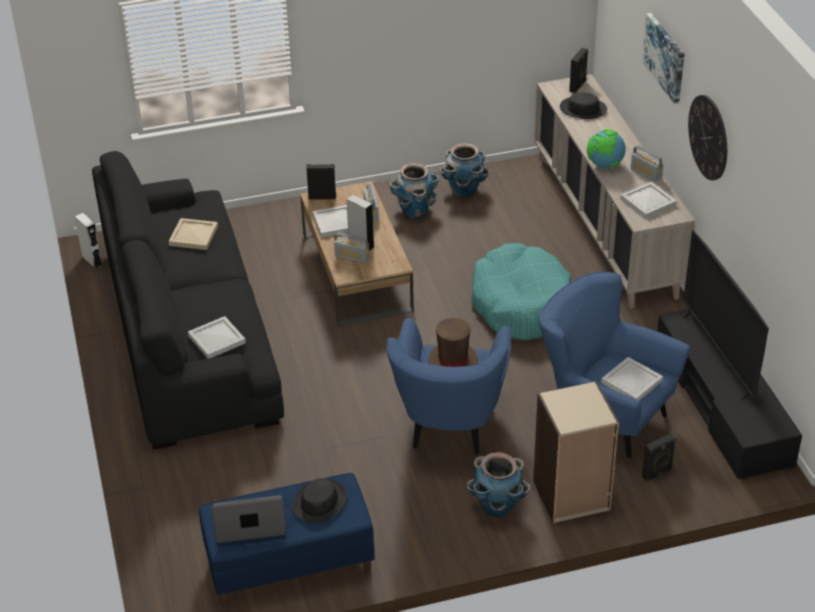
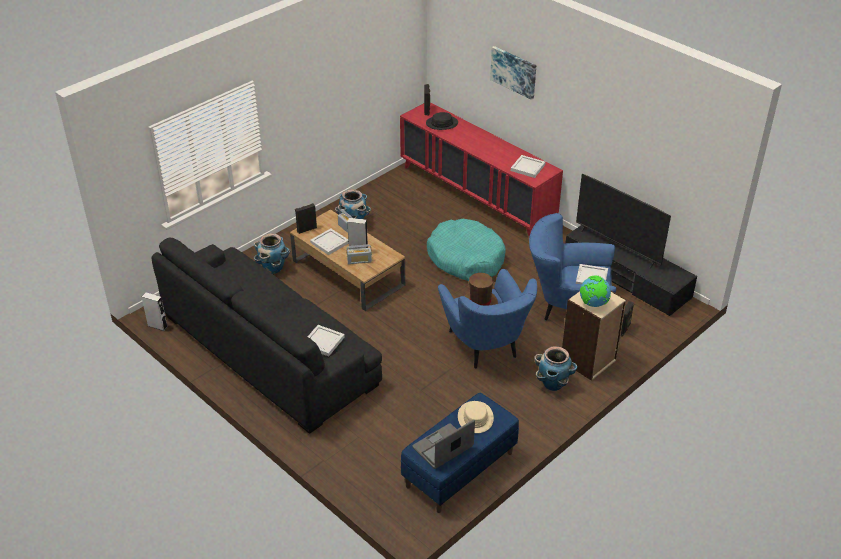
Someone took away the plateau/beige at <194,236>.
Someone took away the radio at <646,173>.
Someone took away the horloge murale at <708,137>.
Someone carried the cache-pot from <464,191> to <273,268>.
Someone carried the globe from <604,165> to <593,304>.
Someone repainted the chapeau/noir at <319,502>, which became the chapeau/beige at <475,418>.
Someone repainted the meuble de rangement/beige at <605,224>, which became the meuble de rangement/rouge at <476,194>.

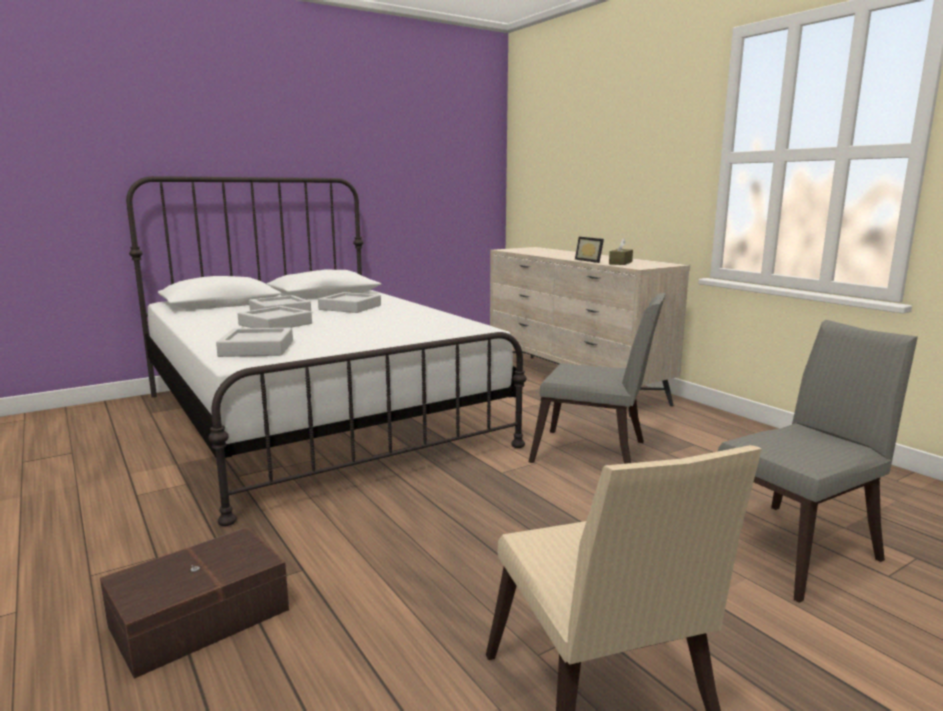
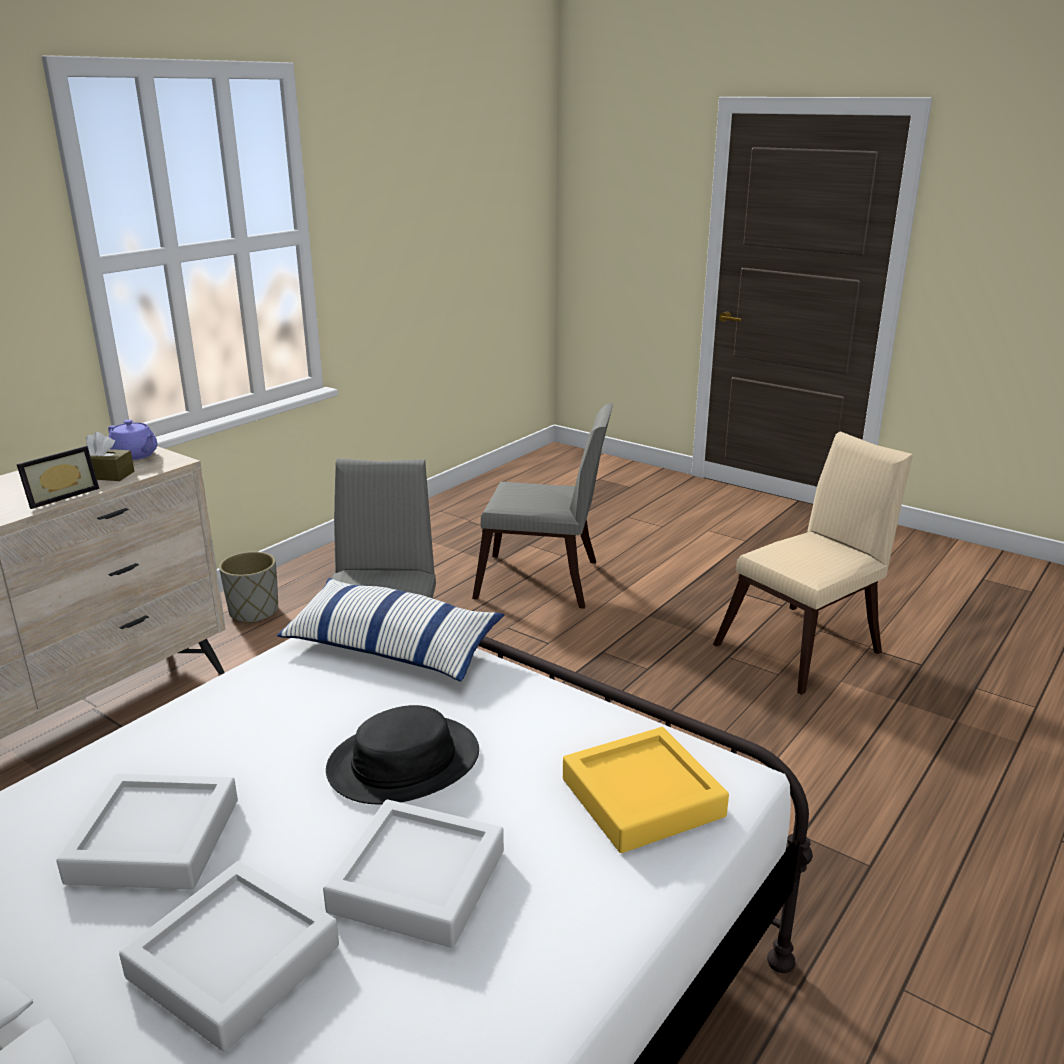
Someone took away the boîte de rangement/marron at <197,617>.
Someone put down the théière/violet at <135,455>.
Someone put down the cache-pot/gris at <254,612>.
Someone put down the coussin at <391,647>.
Someone put down the chapeau/noir at <403,762>.
Someone repainted the plateau/gris at <257,349>, which became the plateau/jaune at <642,797>.
Someone rotated the chaise/gris at <795,548> by 150 degrees clockwise.

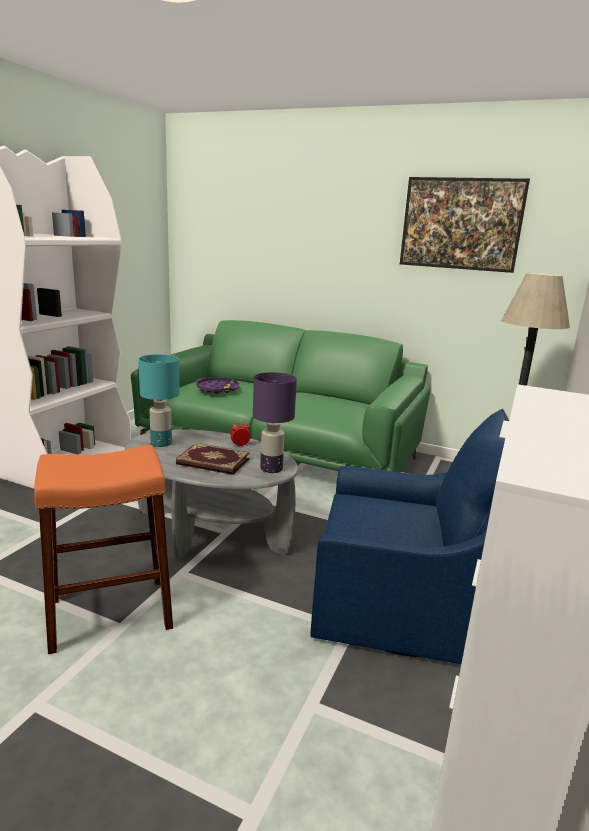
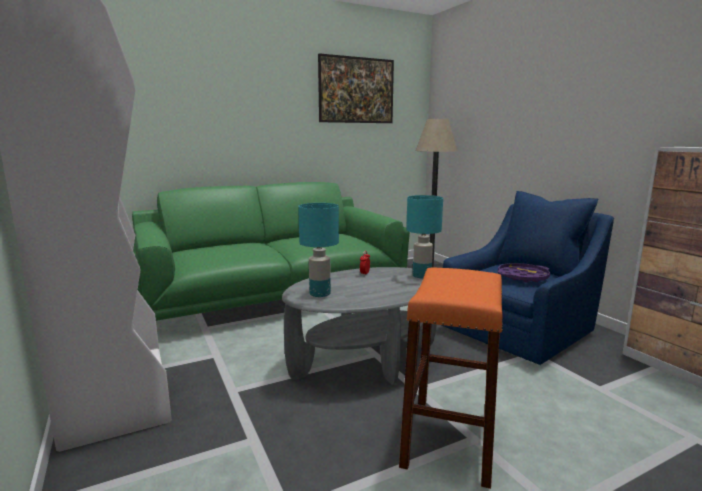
Someone took away the livre at <213,462>.
Someone carried the plateau/violet from <217,389> to <522,277>.
Someone repainted the lampe de table/violet at <270,468>, which became the lampe de table/turquoise at <421,276>.

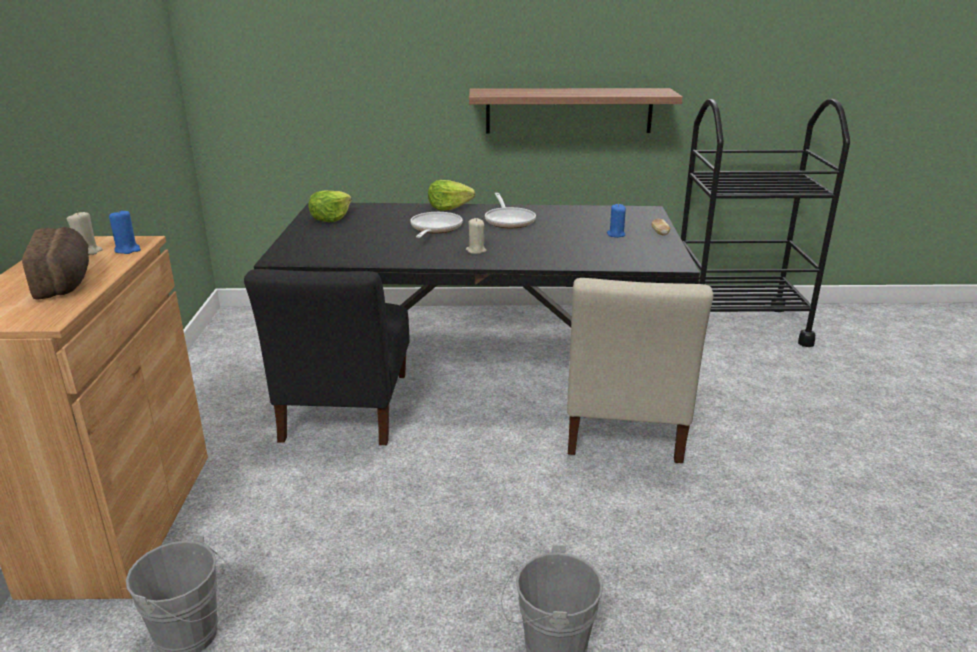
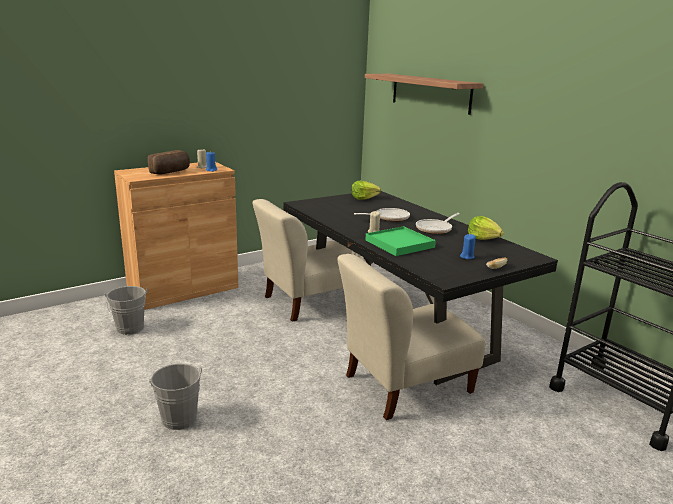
Someone put down the plateau/vert at <399,244>.
Someone carried the laitue from <449,207> to <483,238>.
Someone carried the étagère from <569,110> to <430,93>.
Someone repainted the chaise/noir at <345,411>, which became the chaise/beige at <308,301>.

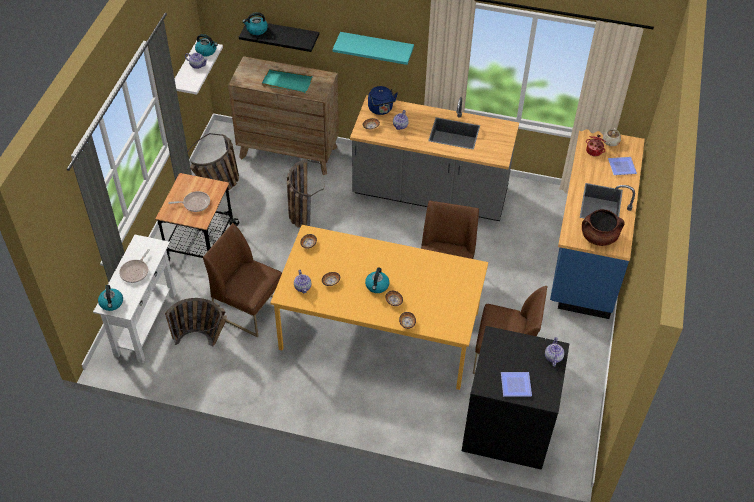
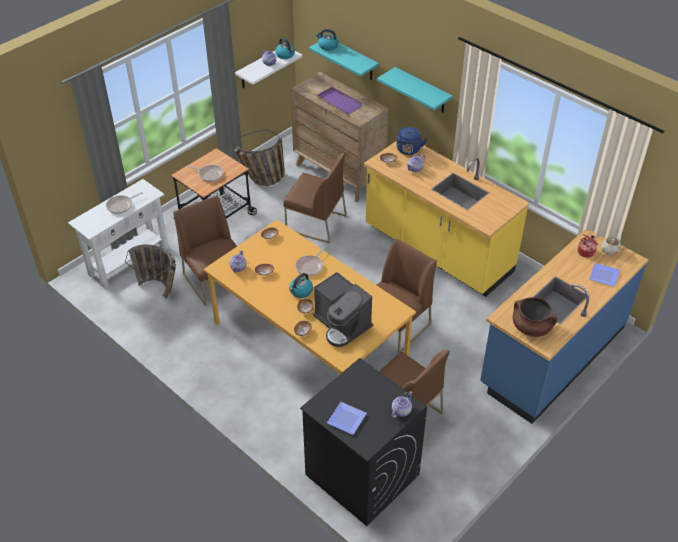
Someone took away the bouilloire at <111,303>.
Someone put down the poêle at <310,266>.
Someone put down the machine à café at <342,325>.
Someone swapped the panier at <302,211> for the chaise/marron at <315,223>.
Someone repainted the étagère/noir at <284,35>, which became the étagère/turquoise at <352,59>.
Someone repainted the plateau/turquoise at <286,83>, which became the plateau/violet at <339,102>.
Someone repainted the comptoir de cuisine/gris at <430,194>, which became the comptoir de cuisine/jaune at <437,250>.

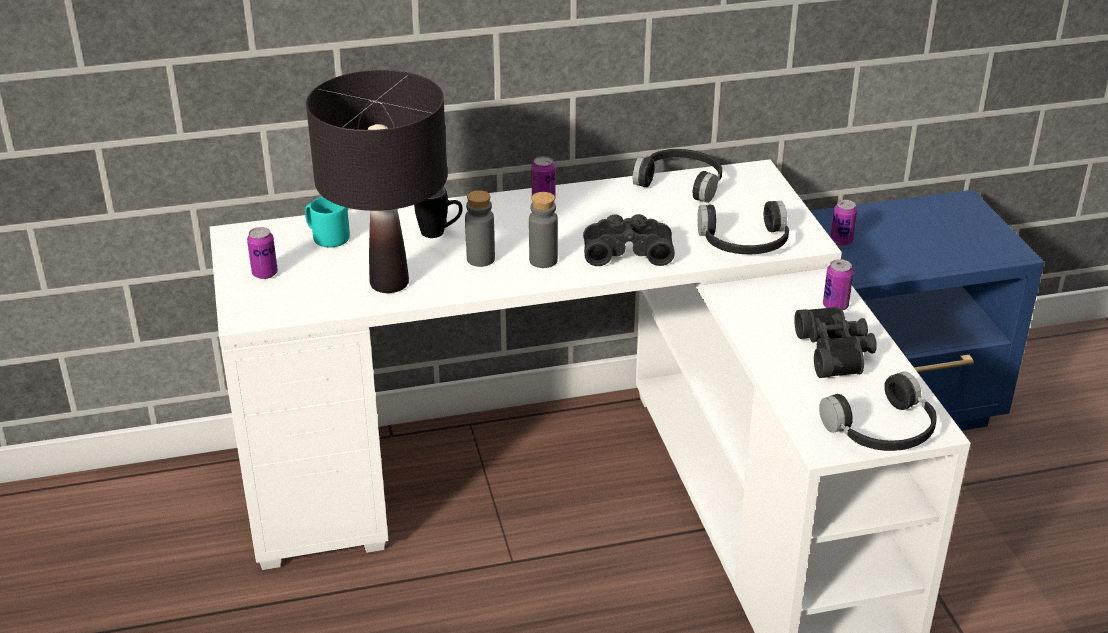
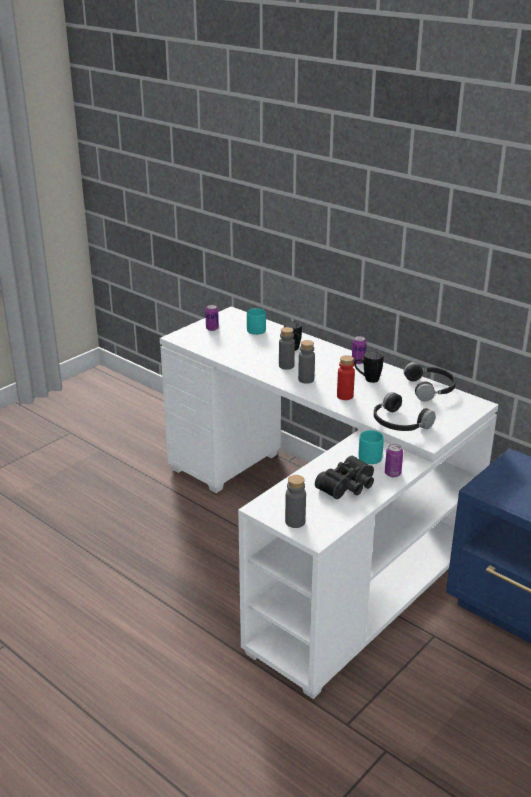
Someone took away the lampe de table/noir at <389,283>.
Someone took away the boîte métallique at <841,241>.
Someone put down the mug/noir at <367,379>.
Someone put down the mug/turquoise at <368,456>.
Someone swapped the jumelles/noir at <627,250> for the bouteille/rouge at <345,396>.
Someone swapped the casque audio/noir at <883,431> for the bouteille/gris at <295,522>.

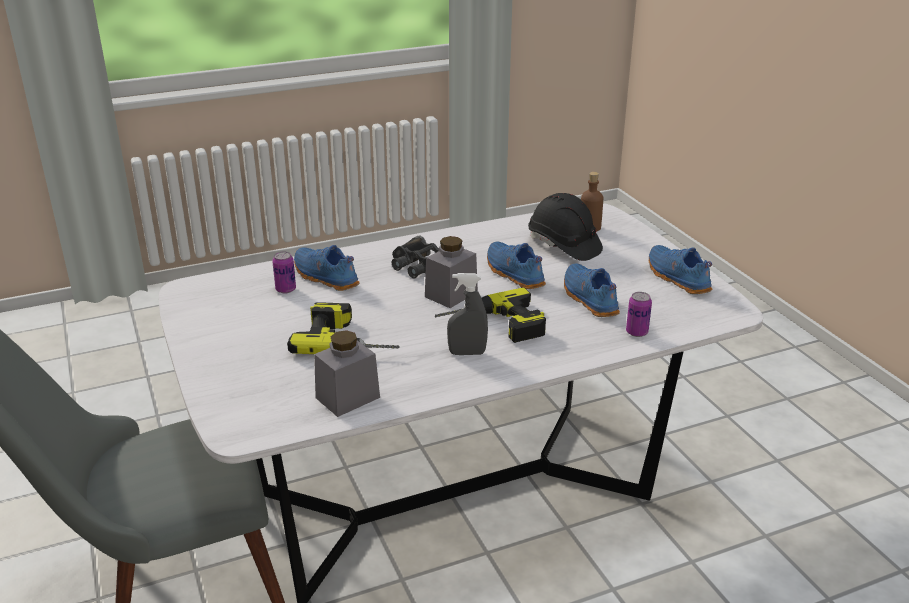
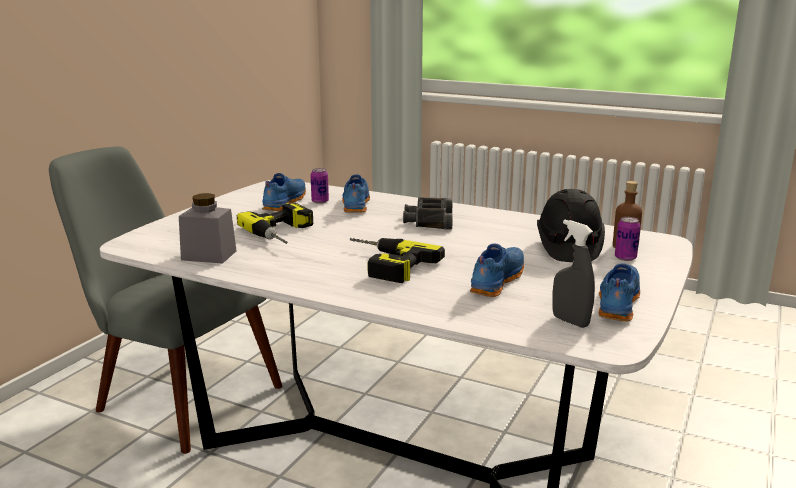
Someone took away the bocal/gris at <451,294>.
Someone carried the vaporisateur/gris from <467,353> to <570,321>.
Someone carried the chaussure/bleu from <513,274> to <283,203>.
Someone carried the boîte métallique from <636,332> to <625,258>.

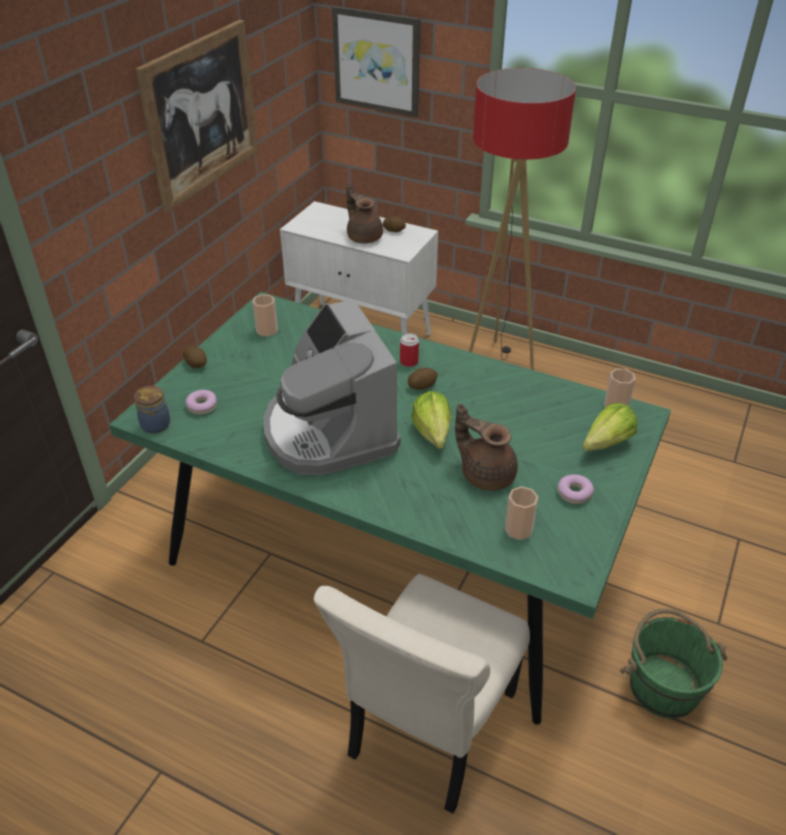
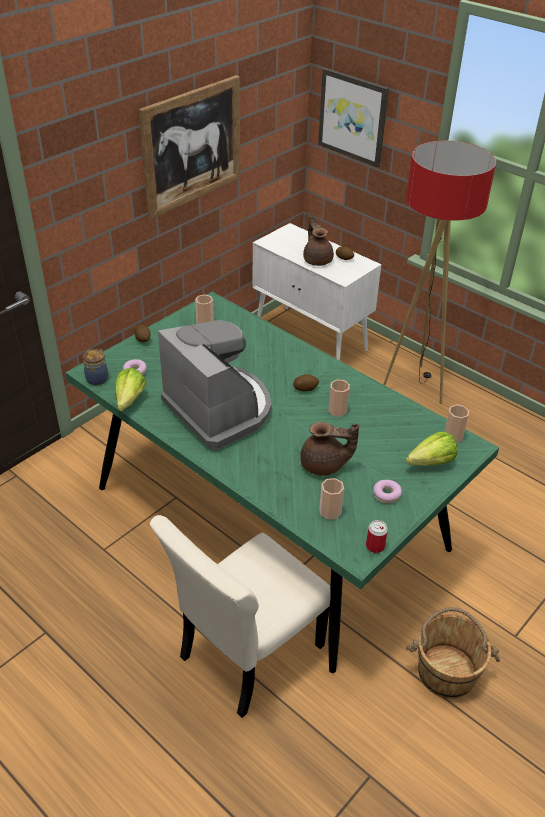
Someone put down the tasse at <337,410>.
Someone carried the boîte métallique from <409,362> to <375,546>.
Someone carried the laitue from <432,438> to <127,403>.
Someone repainted the seau/vert at <663,686>, which became the seau/marron at <446,671>.
Someone rotated the machine à café at <329,431> by 150 degrees clockwise.
Someone rotated the théière/marron at <486,474> by 135 degrees clockwise.

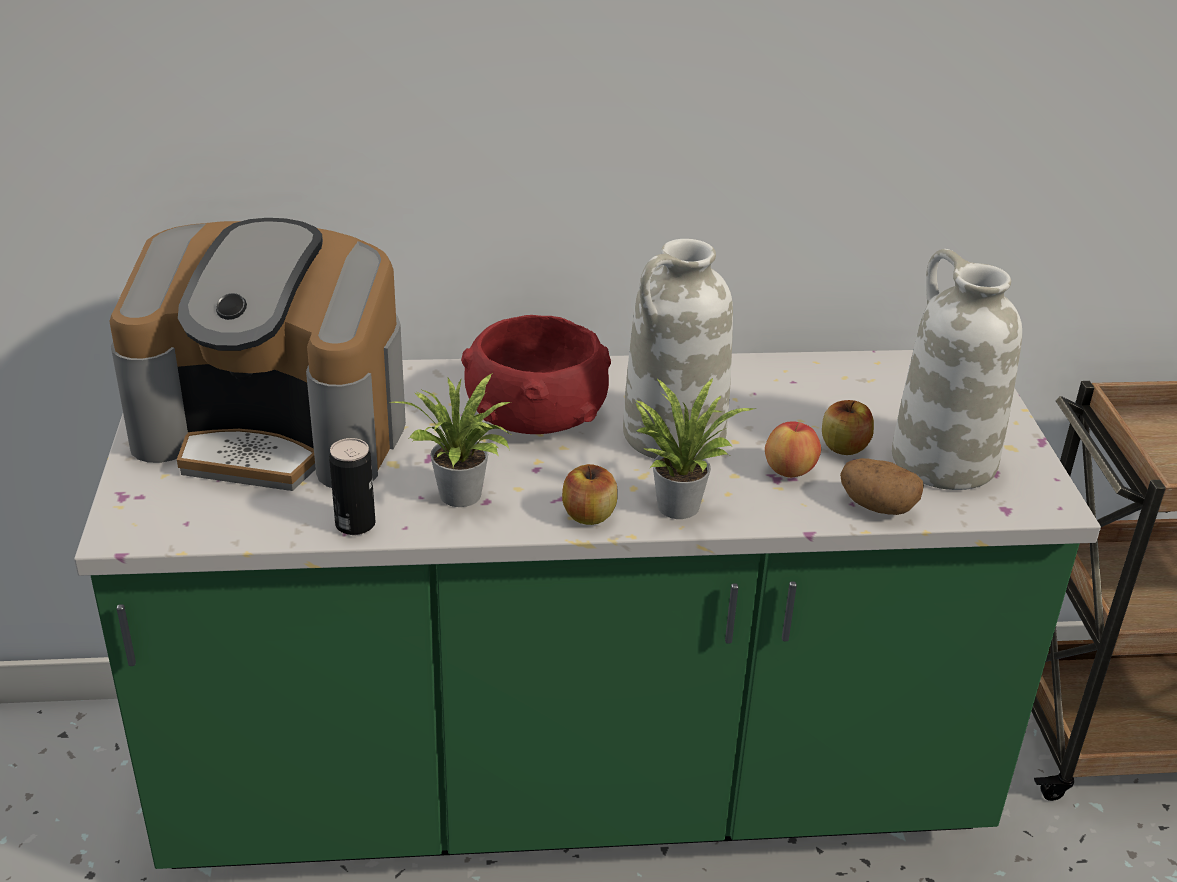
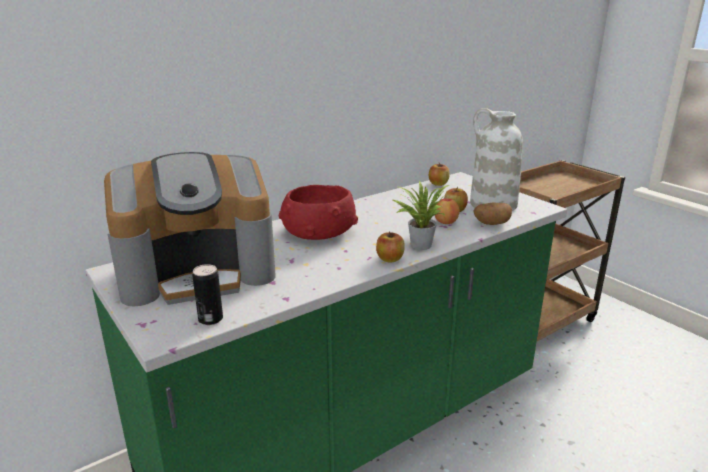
Someone took away the plante en pot at <462,498>.
Someone took away the vase/blanc at <673,435>.
Someone put down the pomme at <438,184>.
Someone carried the boîte métallique from <355,524> to <210,319>.

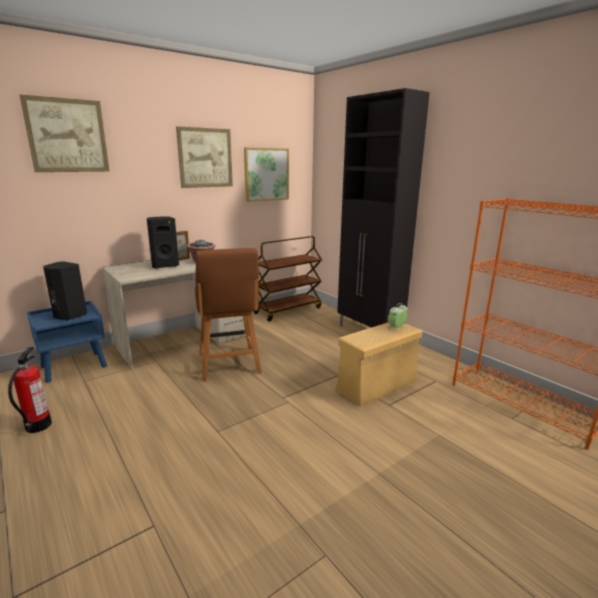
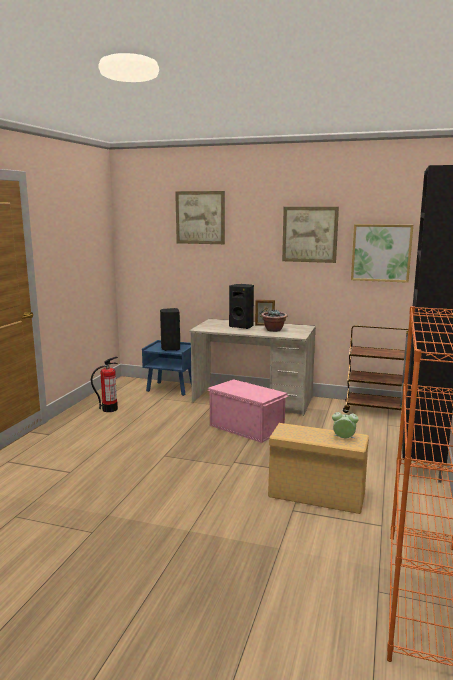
Someone swapped the chaise/marron at <229,365> for the boîte de rangement/rose at <247,427>.

